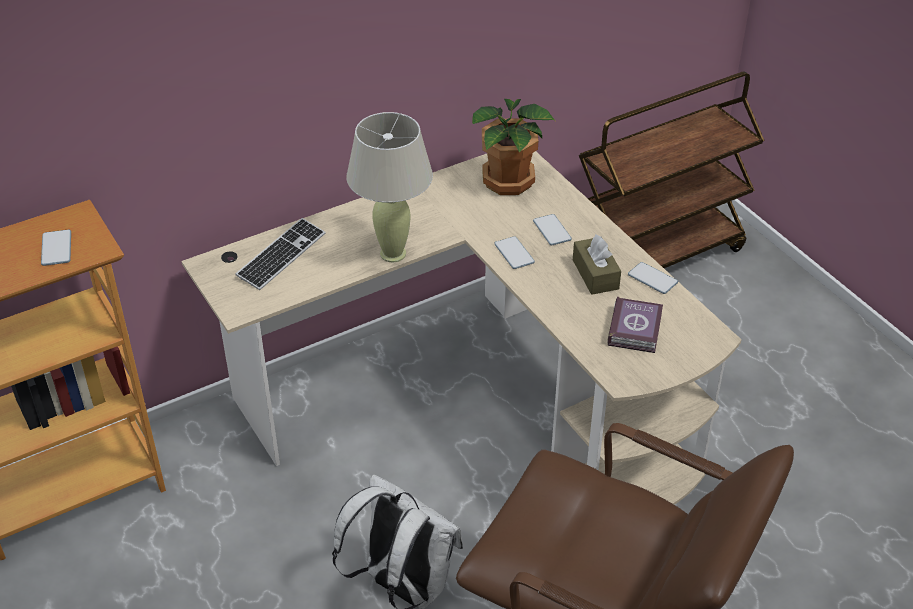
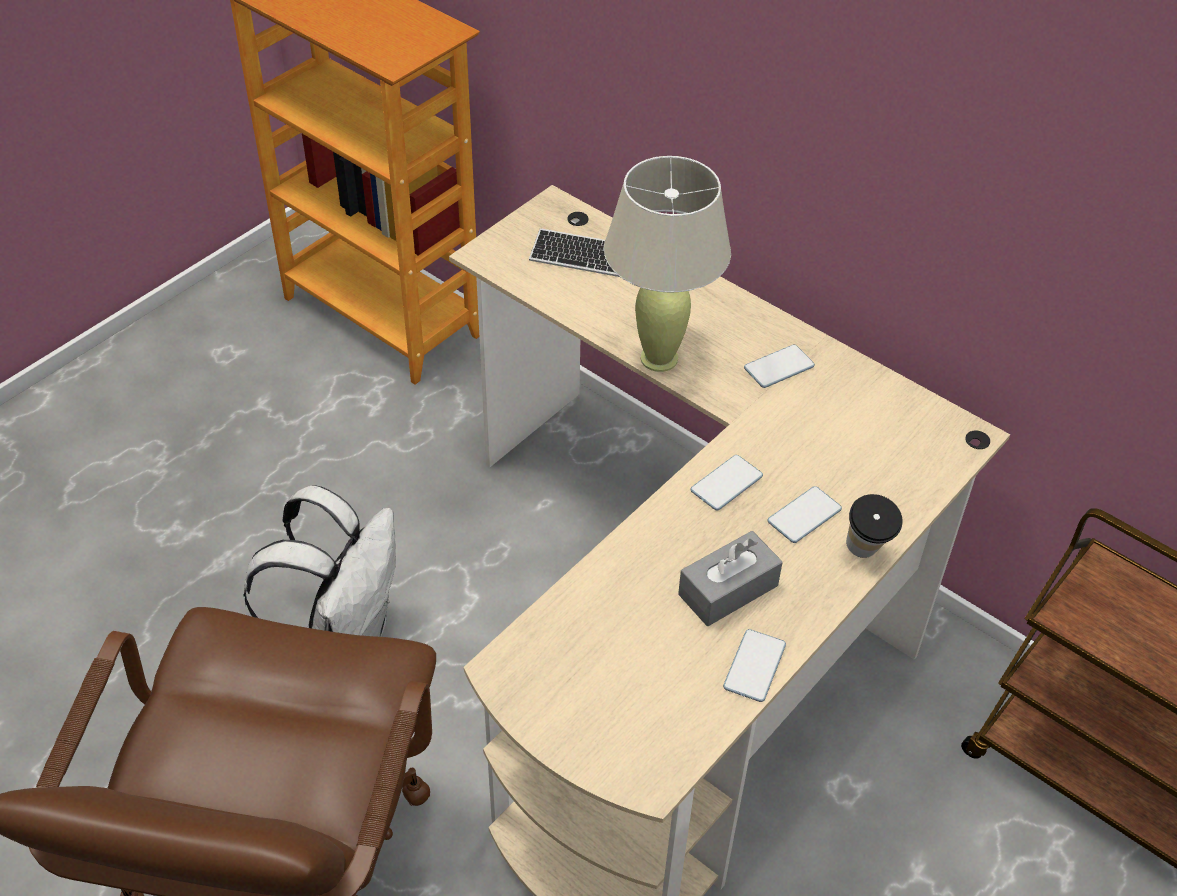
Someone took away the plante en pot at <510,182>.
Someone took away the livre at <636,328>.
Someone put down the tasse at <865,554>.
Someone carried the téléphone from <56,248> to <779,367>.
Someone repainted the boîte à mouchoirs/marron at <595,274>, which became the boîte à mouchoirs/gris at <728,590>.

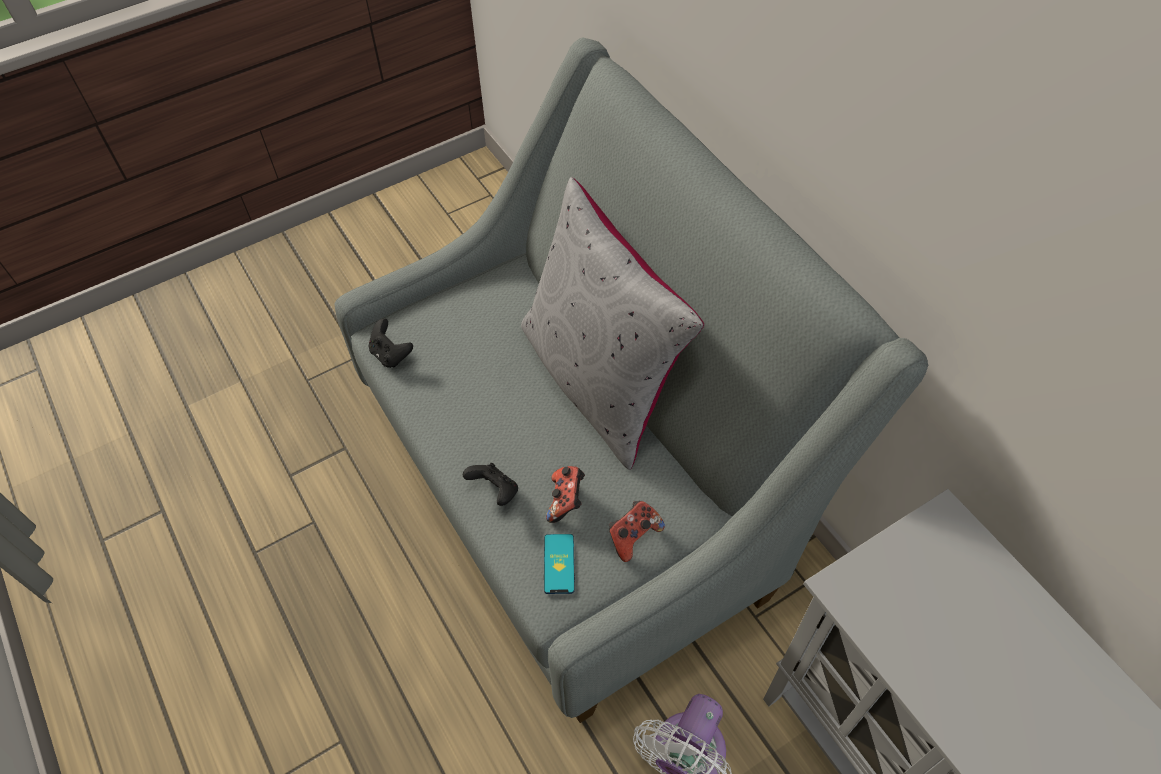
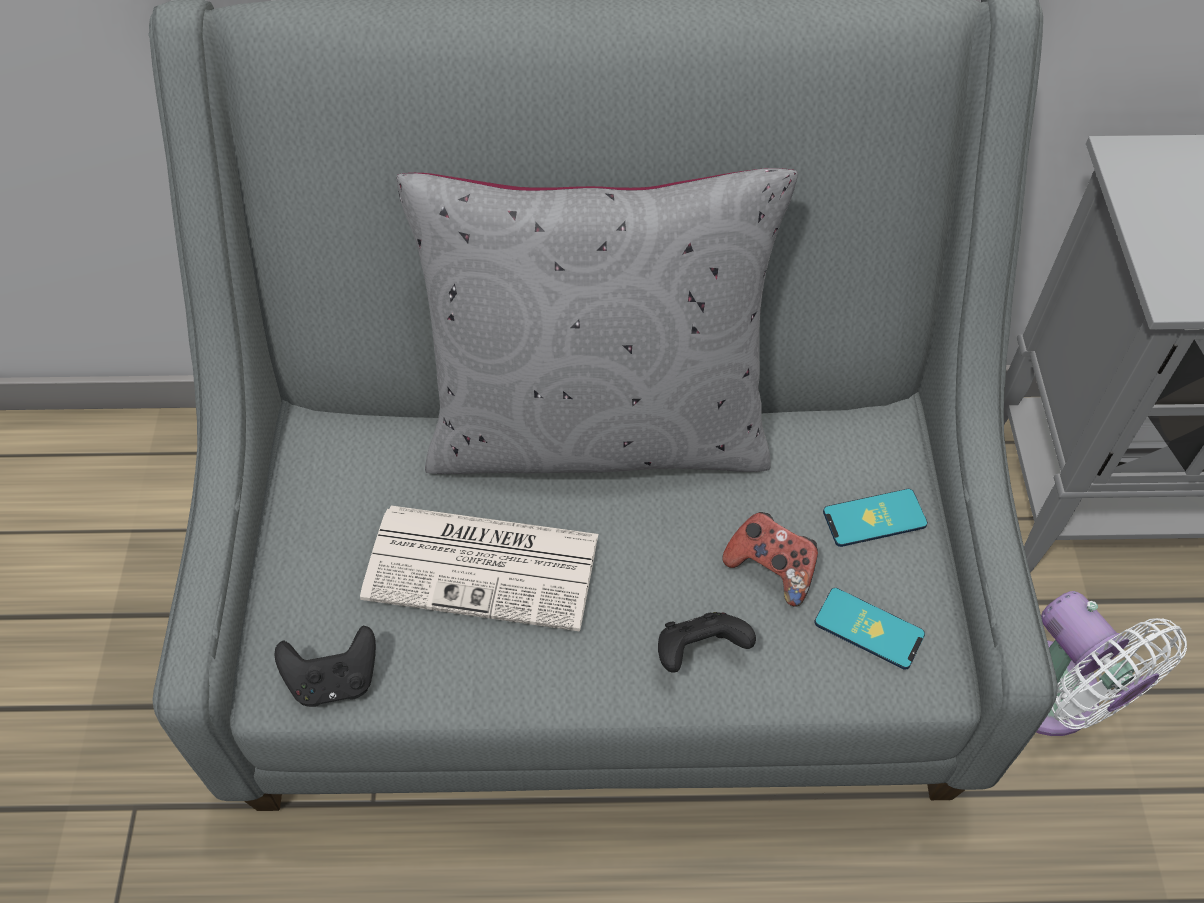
Someone put down the journal at <485,566>.
Someone swapped the manette at <633,536> for the téléphone at <874,518>.

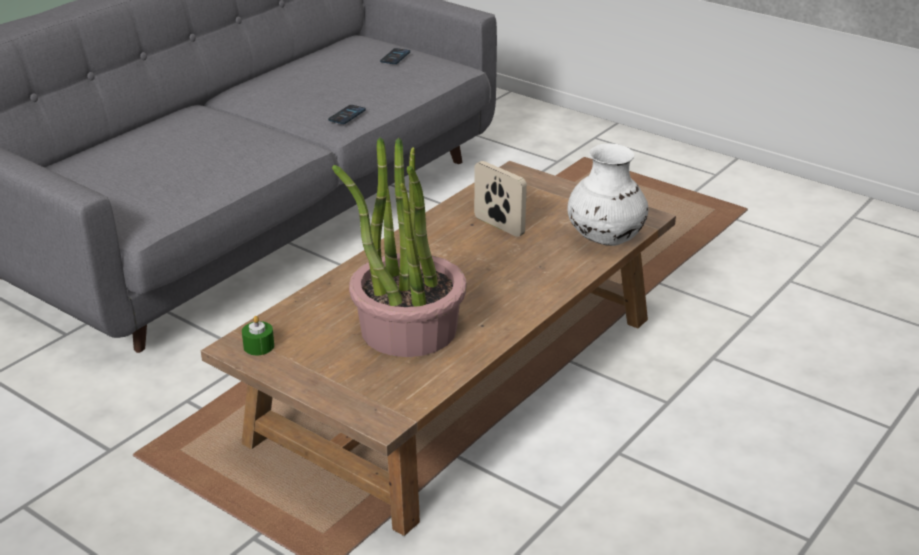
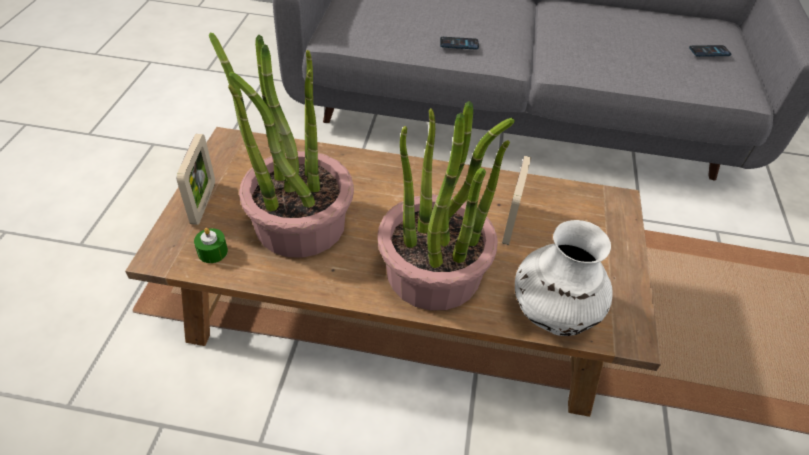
Someone put down the cadre photo at <203,203>.
Someone put down the plante en pot at <434,273>.
Someone carried the bougie/vert from <259,346> to <212,252>.
Someone carried the téléphone from <347,115> to <459,44>.

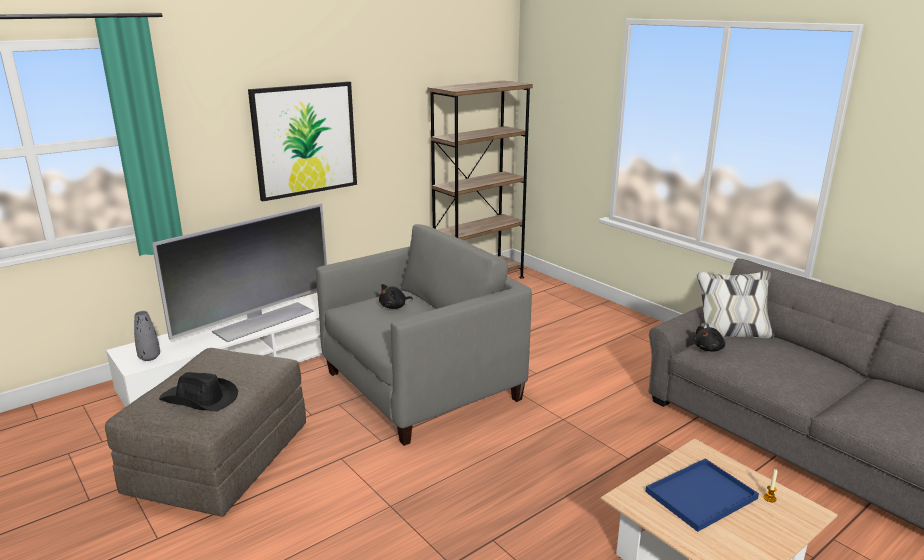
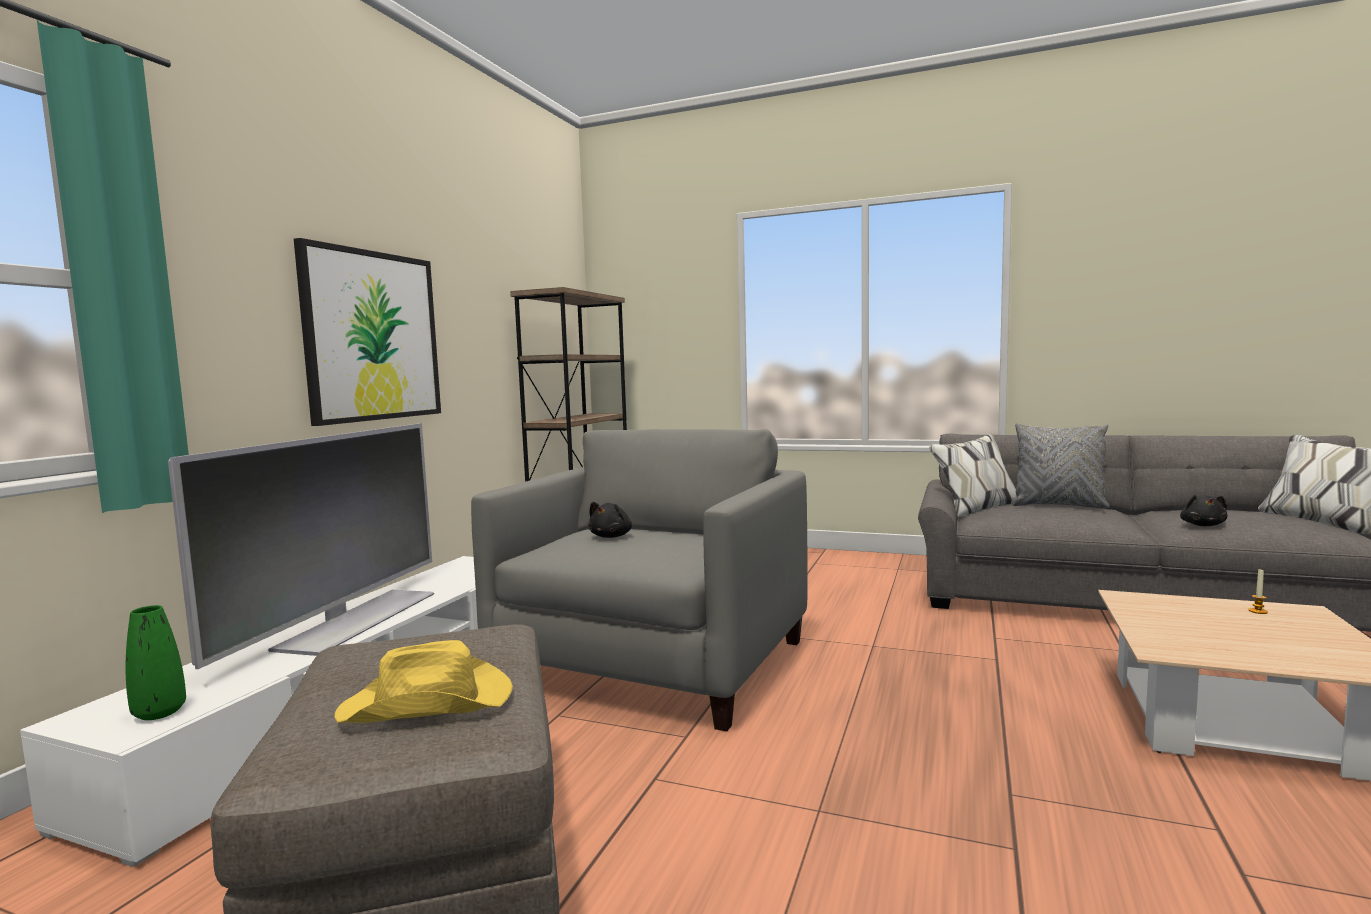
Someone took away the plateau/bleu at <701,494>.
Someone put down the coussin/gris at <1058,505>.
Someone carried the peluche/noir from <709,349> to <1202,525>.
Someone repainted the vase/gris at <149,357>, which became the vase/vert at <159,713>.
Someone repainted the chapeau/noir at <200,399>, which became the chapeau/jaune at <429,704>.

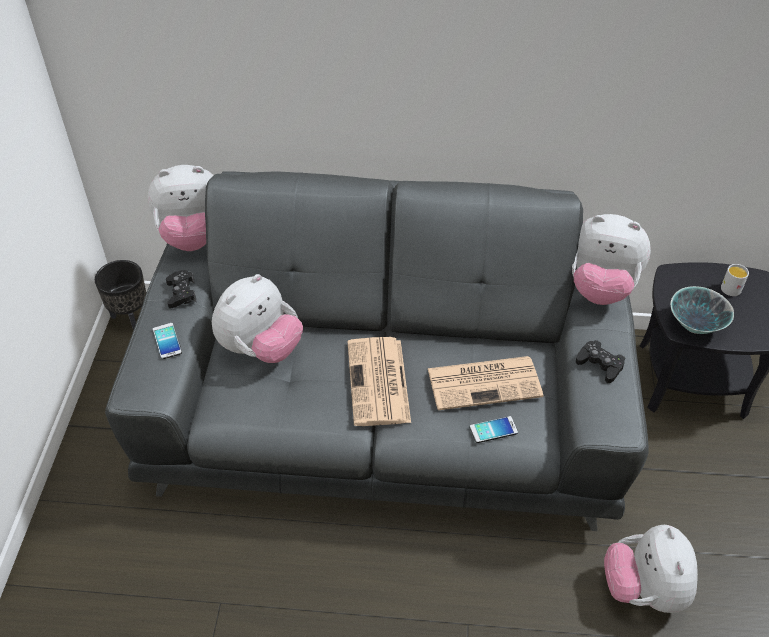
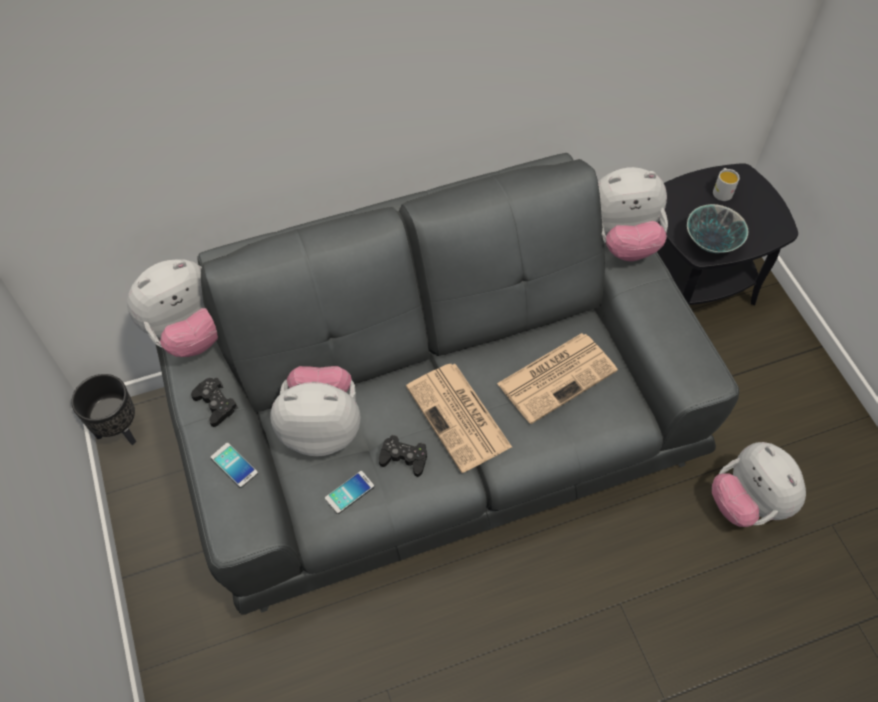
Someone carried the téléphone from <493,430> to <349,492>.
Someone carried the manette/noir from <600,364> to <404,458>.
Someone rotated the peluche at <260,348> by 105 degrees counterclockwise.

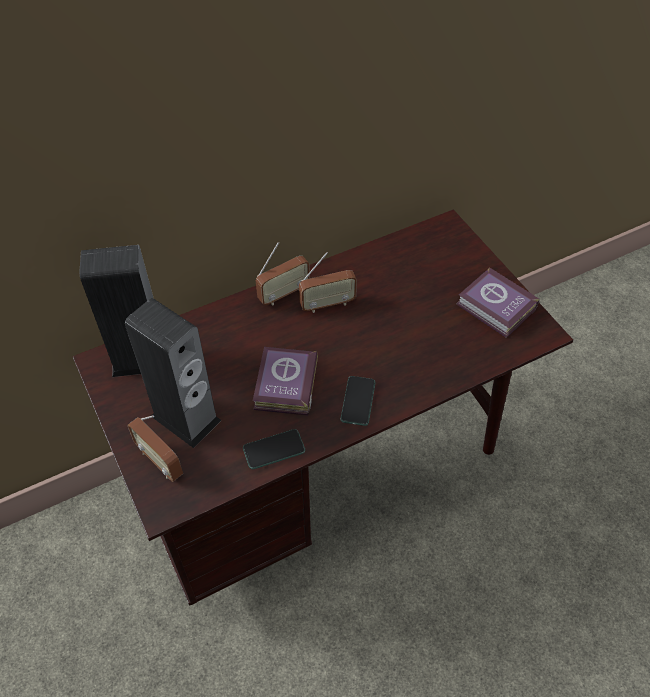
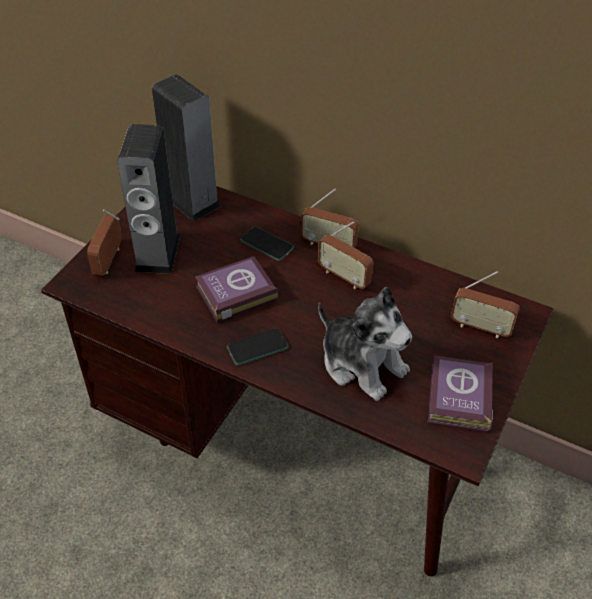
Someone put down the peluche at <362,363>.
Someone put down the radio at <480,327>.
Someone carried the téléphone from <274,450> to <267,244>.

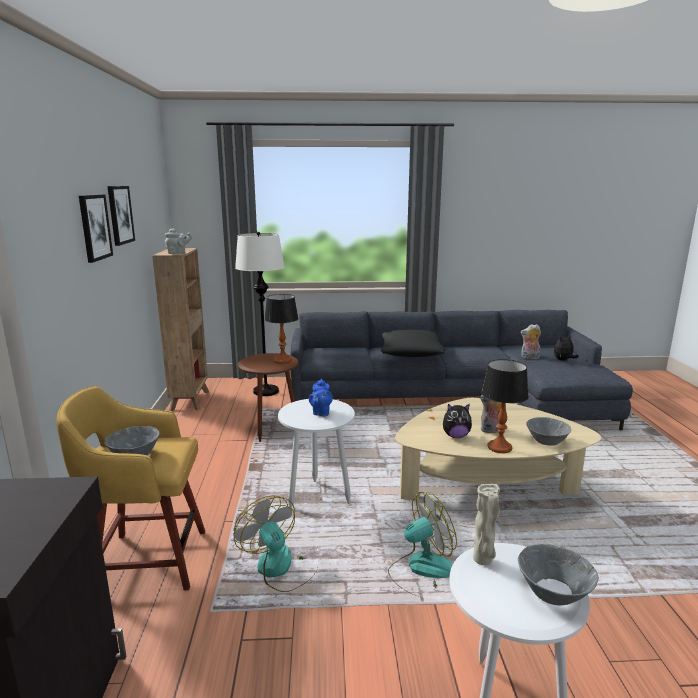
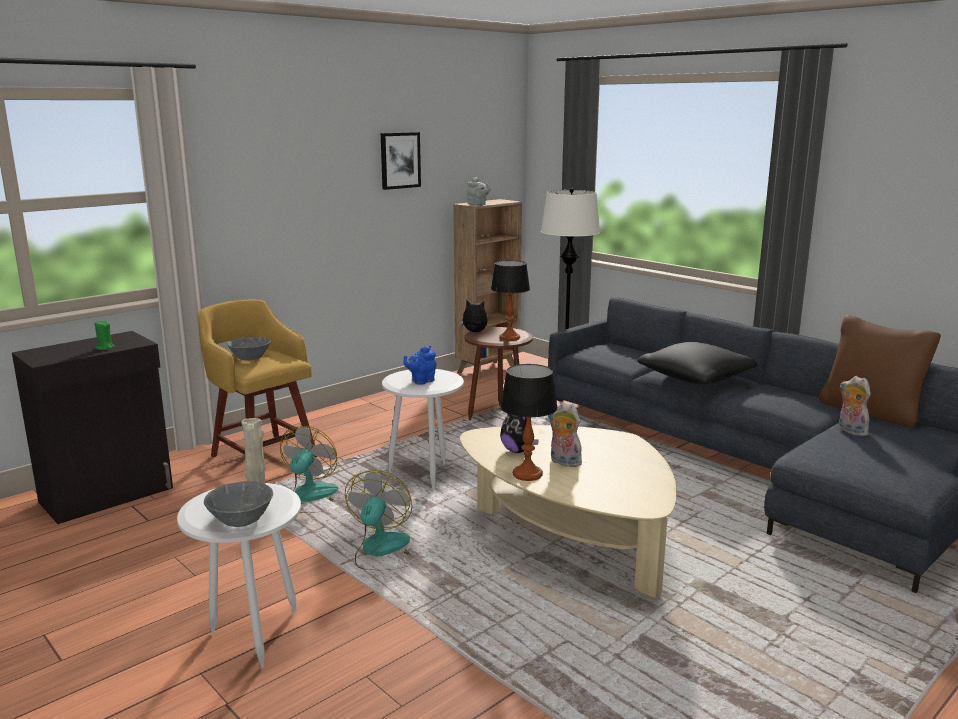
Someone took away the tableau at <94,227>.
Someone took away the bol/gris at <546,441>.
Someone put down the bougie/vert at <105,348>.
Someone put down the coussin/marron at <871,411>.
Someone carried the peluche from <563,360> to <474,332>.
Someone rotated the ventilateur at <421,570> by 105 degrees counterclockwise.

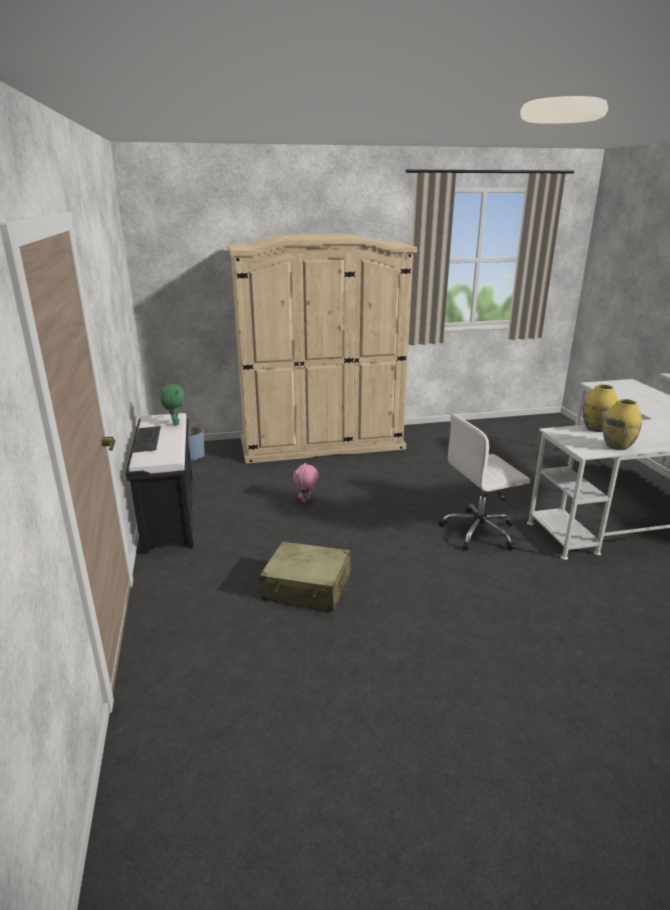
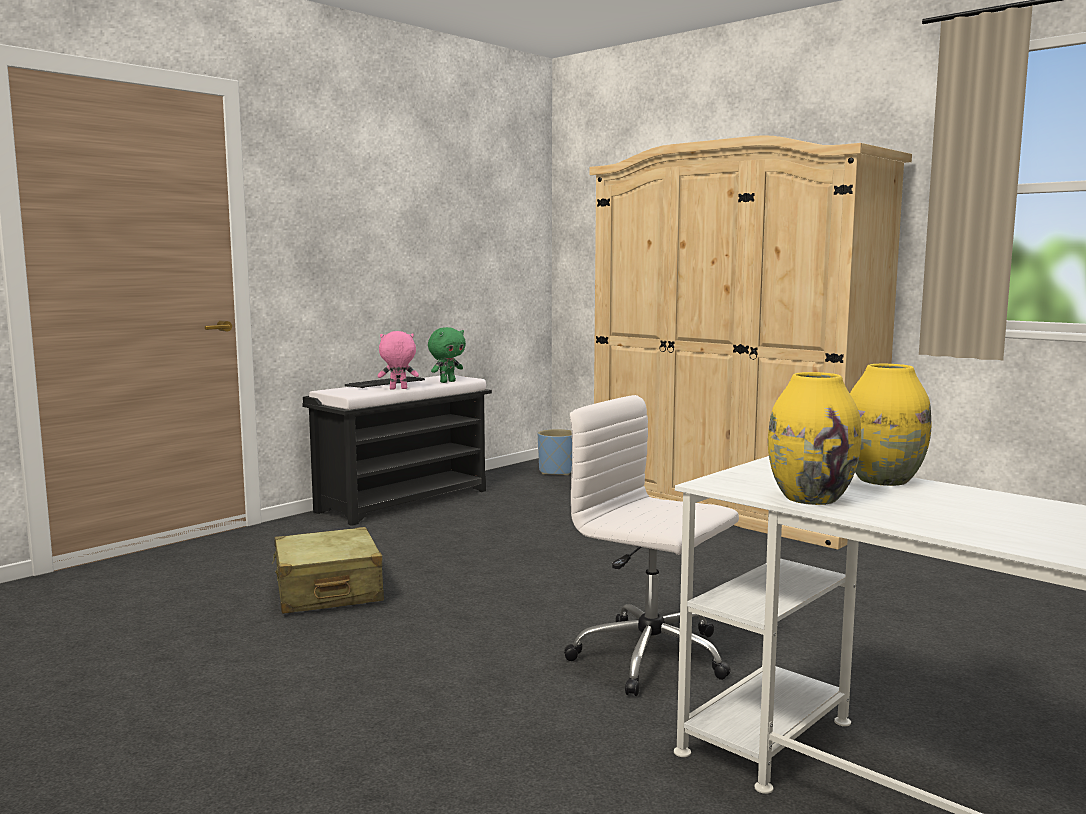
Someone carried the peluche/rose from <306,500> to <398,389>.

